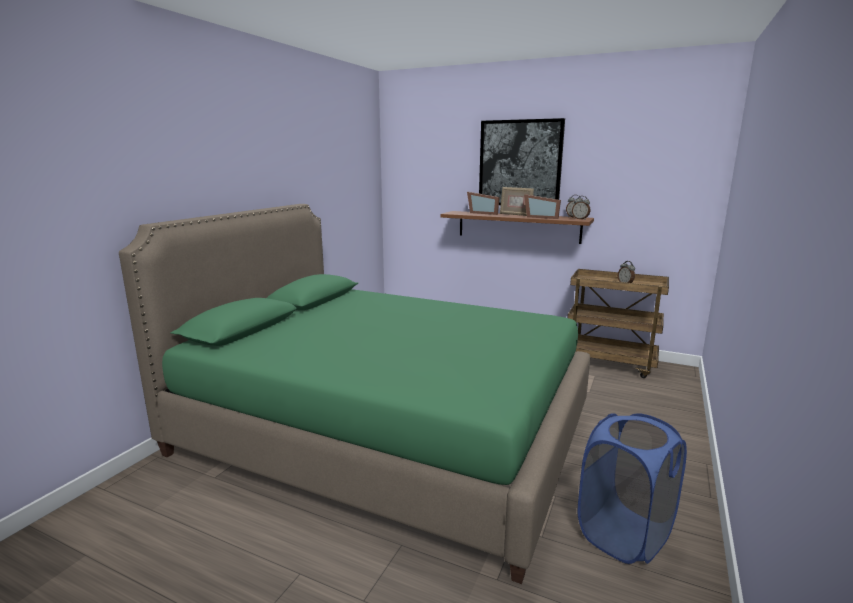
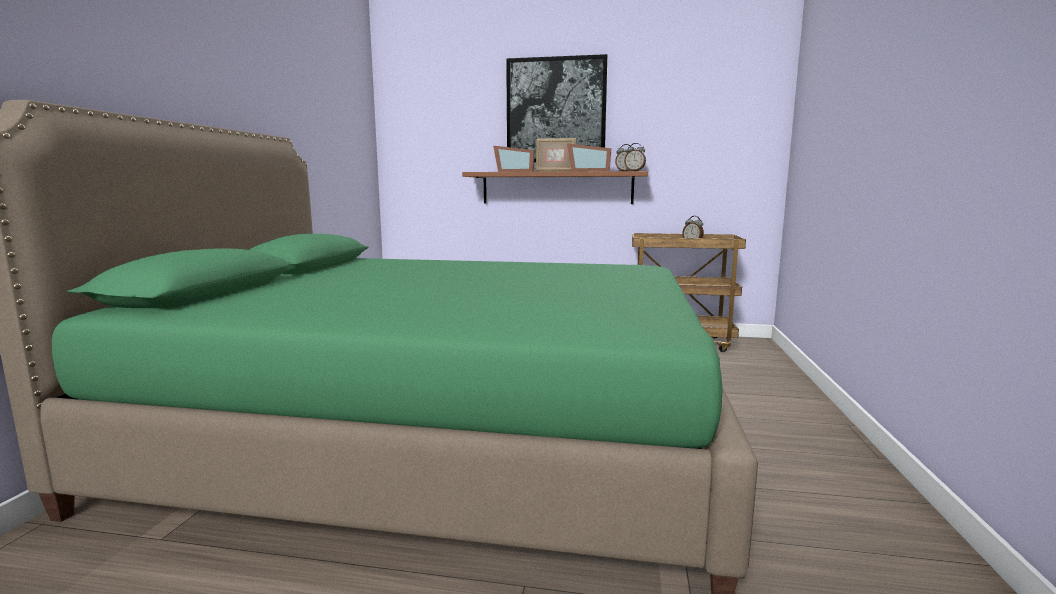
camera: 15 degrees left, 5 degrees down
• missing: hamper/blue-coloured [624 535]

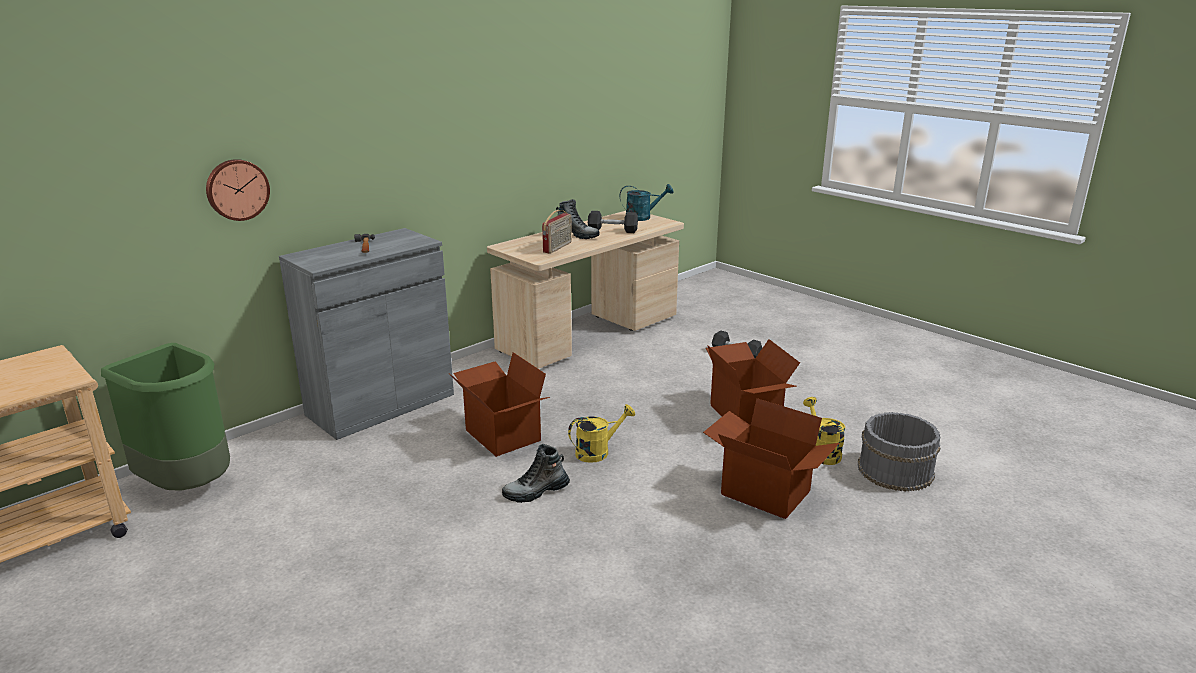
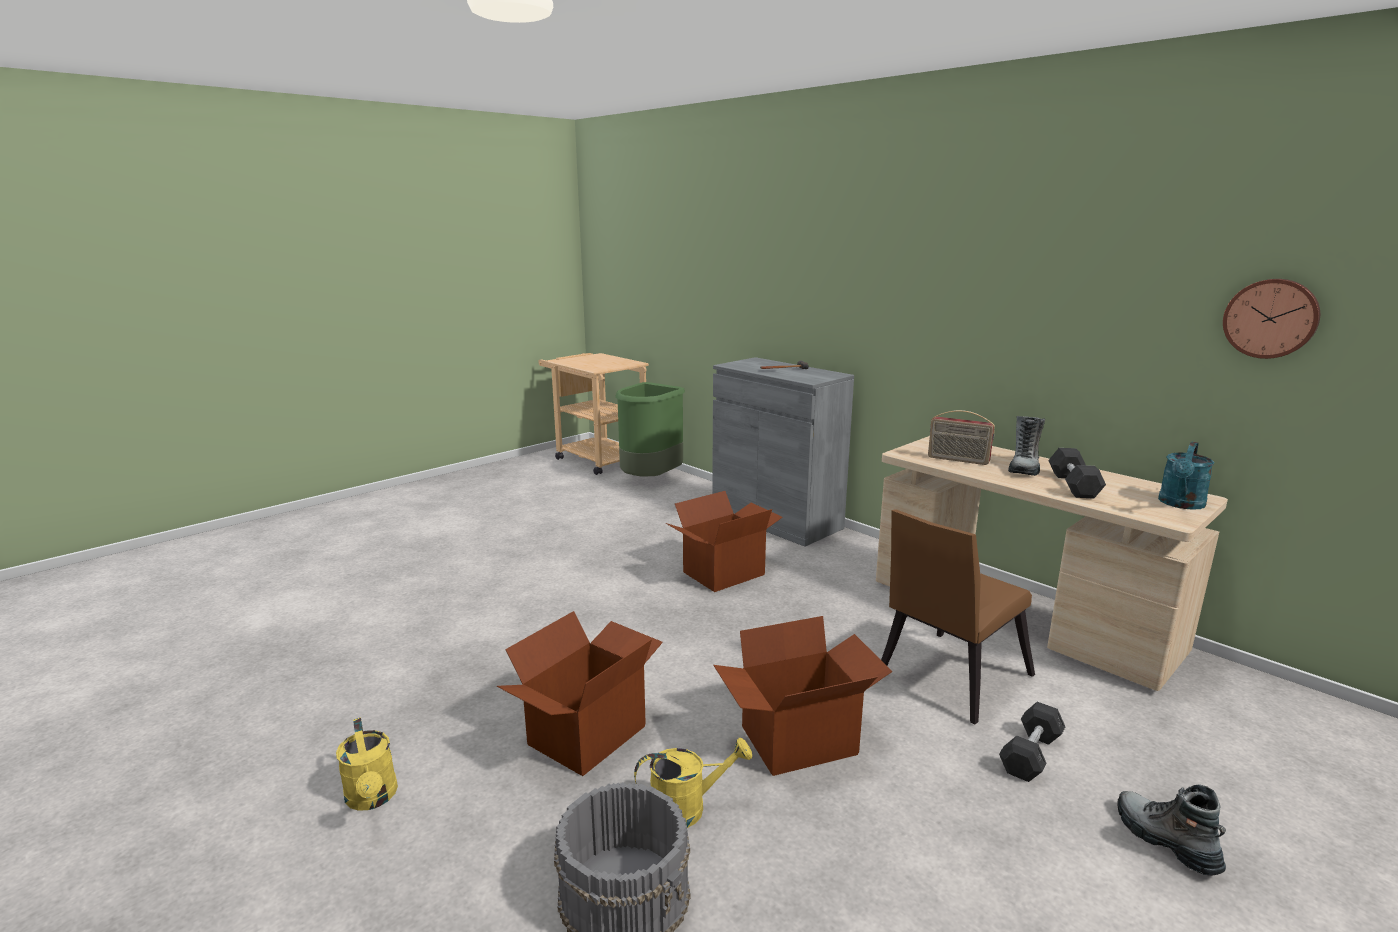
camera: 90 degrees right, 5 degrees down
• relocated: clock on the wall [237 189] to [1271 318]
• spun: sprinkling can/turquoise [643 217] = [1180 504] 45 degrees clockwise
• relocated: sprinkling can/yellow-coloured [598 452] to [372 798]
• relocated: high-top boot [536 492] to [1165 841]
• appeared: plain chair/brownish [947 679]

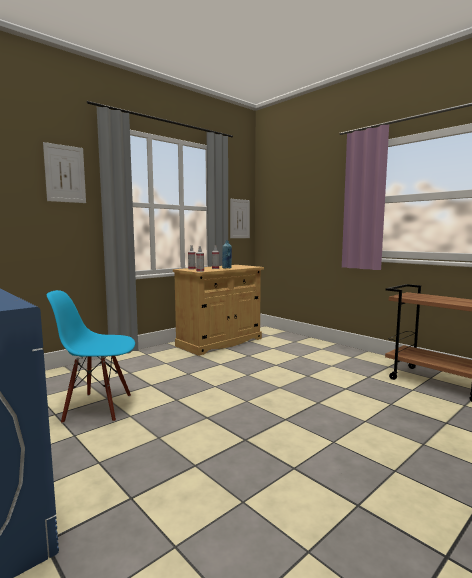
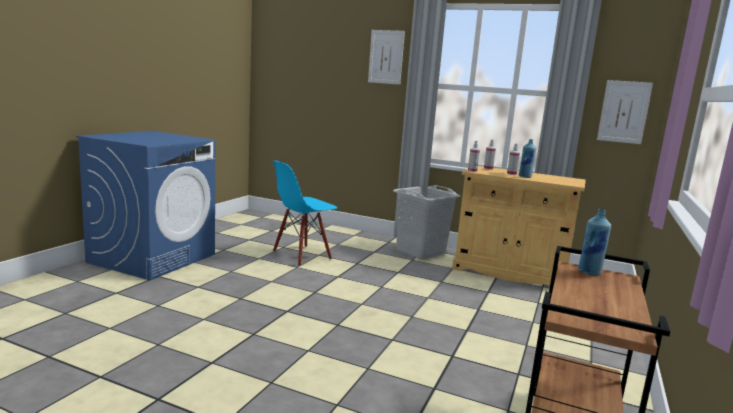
camera: 65 degrees right, 5 degrees up
• spun: plain chair/blue-coloured [98 407] = [301 255] 105 degrees counterclockwise
• appeared: hamper/greyish [421 252]
• appeared: beverage bottle/blue-coloured [589 272]

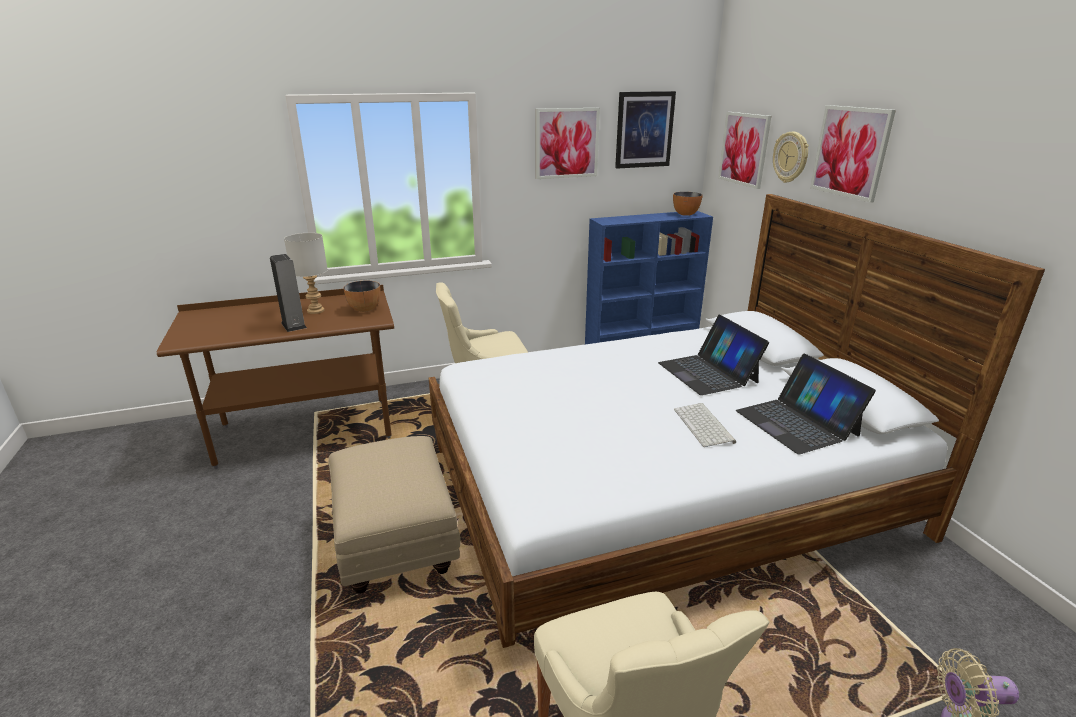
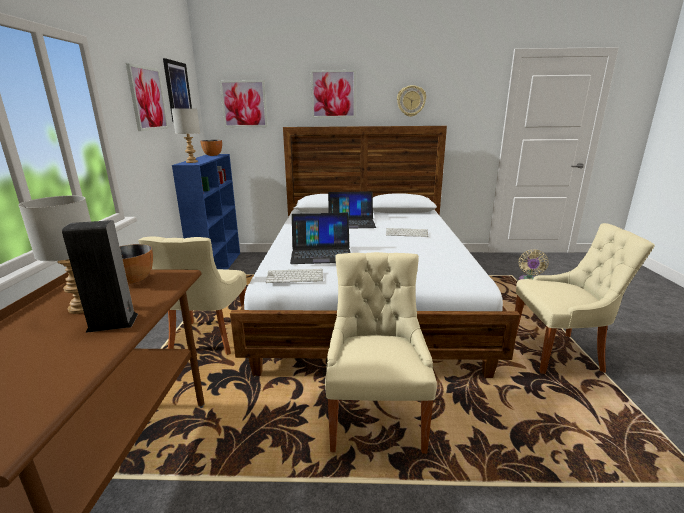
camera: 70 degrees left, 5 degrees down
• relocated: clock on the wall [791 157] to [411 101]
• relocated: laptop [797 423] to [321 253]
• exchanged: footrest/beige [396 544] to plain chair/beige [376 418]
• appeared: tabletop lamp/greyish [191 162]
• appeared: PC keyboard [295 276]

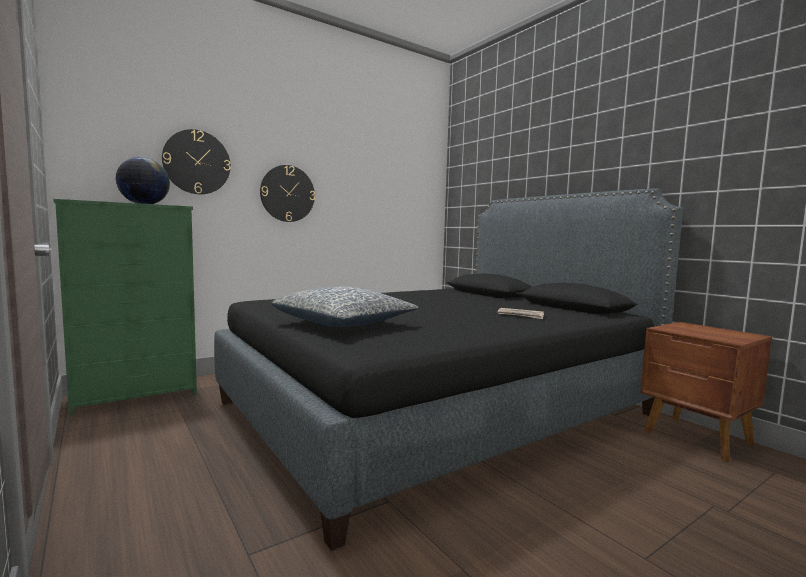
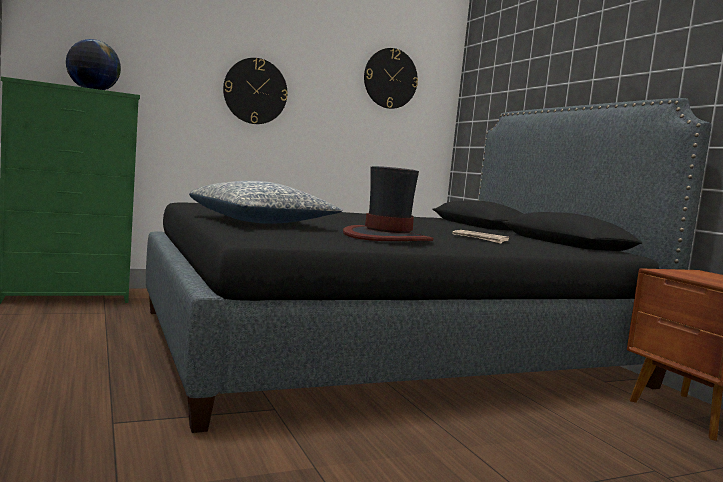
camera: 10 degrees right, 0 degrees up
• relocated: clock on the wall [197 162] to [390 78]
• appeared: hat [387 237]

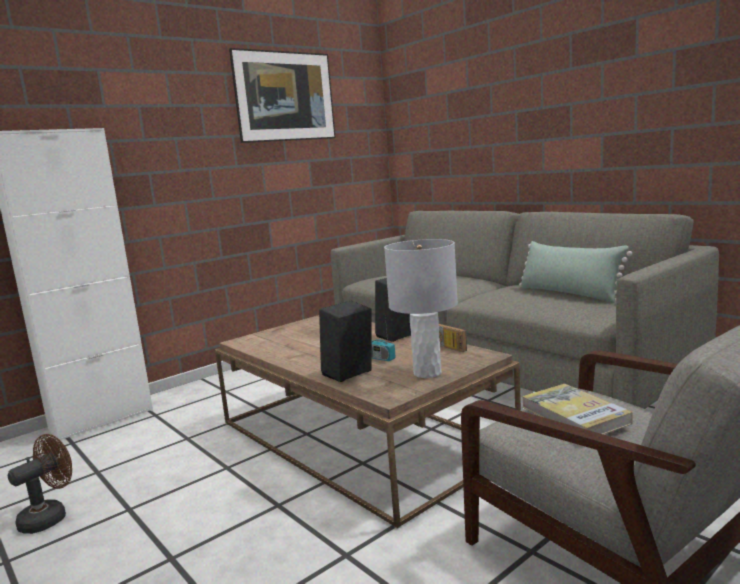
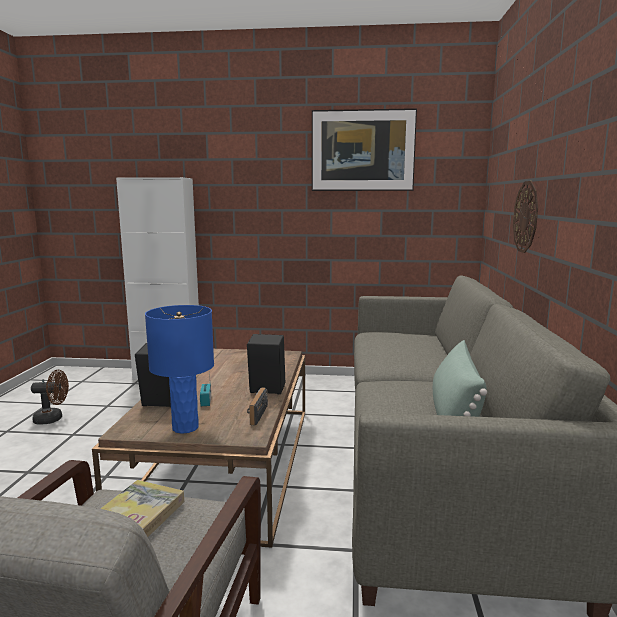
camera: 45 degrees right, 0 degrees up
• colour: tabletop lamp/greyish [427 373] to tabletop lamp/blue-coloured [185 428]
• appeared: clock on the wall [526 217]

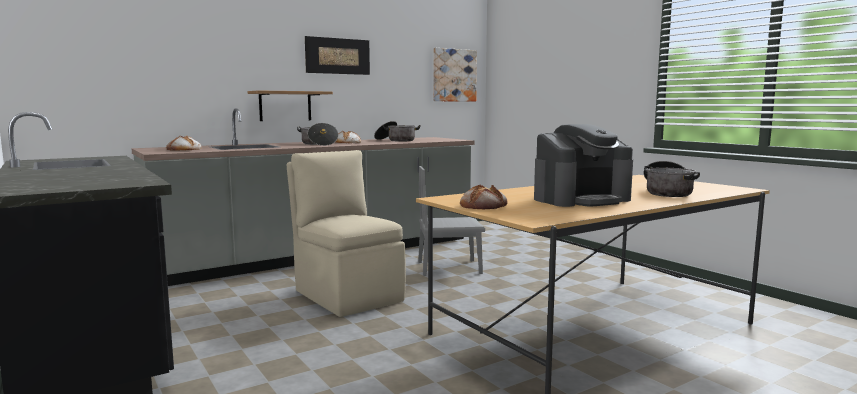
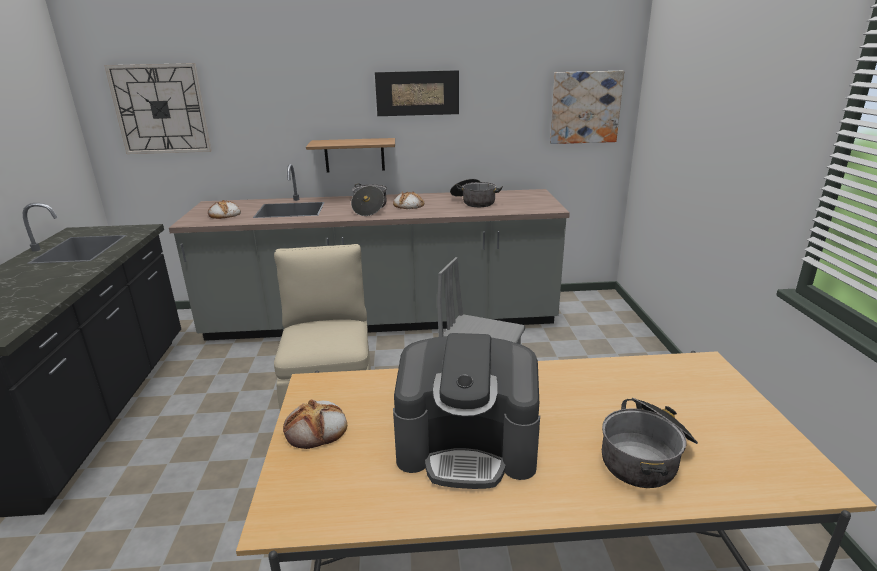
camera: 30 degrees right, 15 degrees up
• appeared: clock on the wall [160 109]

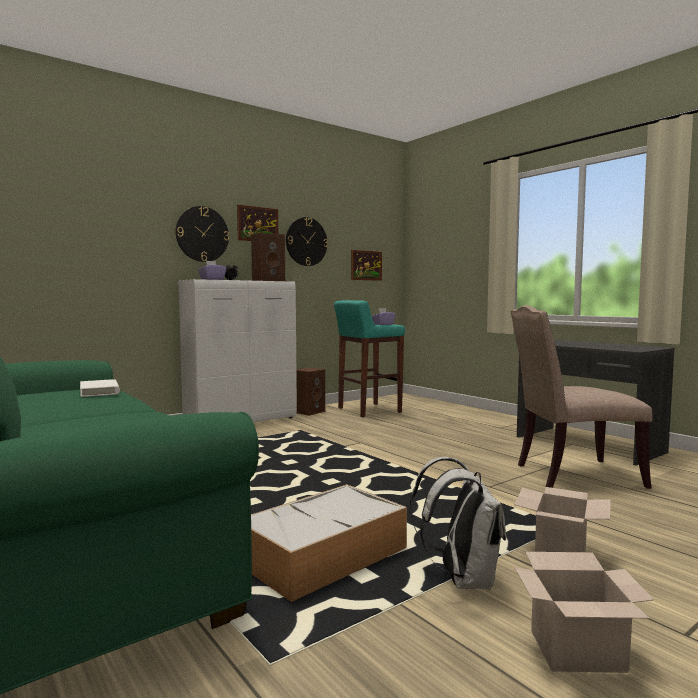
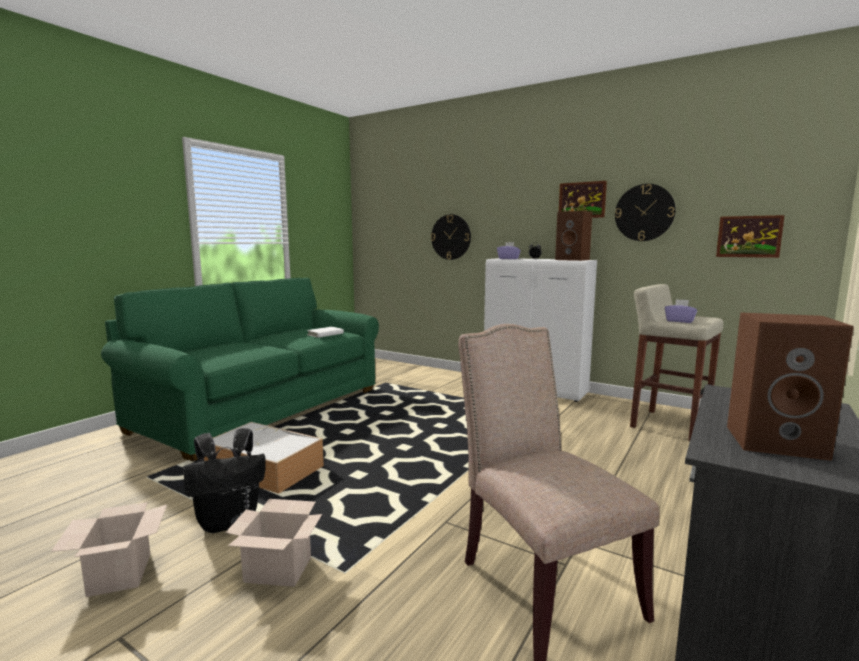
camera: 70 degrees right, 5 degrees up
• relocated: clock on the wall [202 234] to [451 237]
• colour: stool/turquoise [368 410] to stool/beige [668 425]
• relocated: speaker/brownish [309 411] to [777 442]
• colour: rucksack/whitish [462 579] to rucksack/black-coloured [230 521]

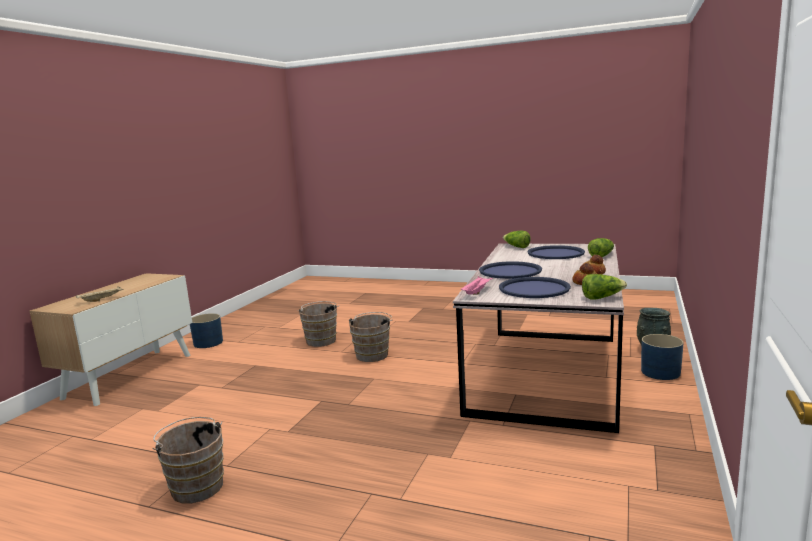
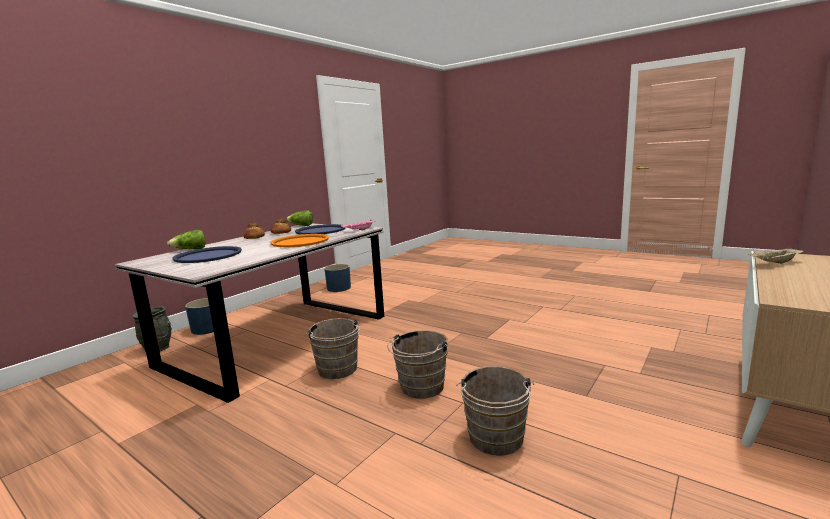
camera: 165 degrees left, 0 degrees up
• missing: lettuce [516 247]
• colour: serving tray/blue-coloured [510 271] to serving tray/orange-coloured [300 241]
• relocated: flower pot/blue-coloured [208 343] to [339 288]
• relocated: bucket/brownish [196 485] to [338 371]

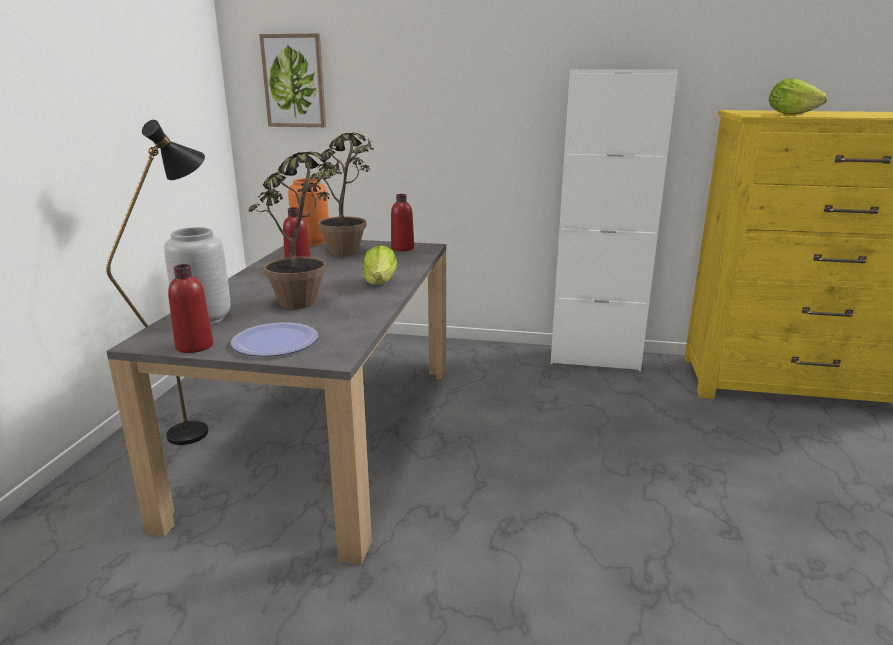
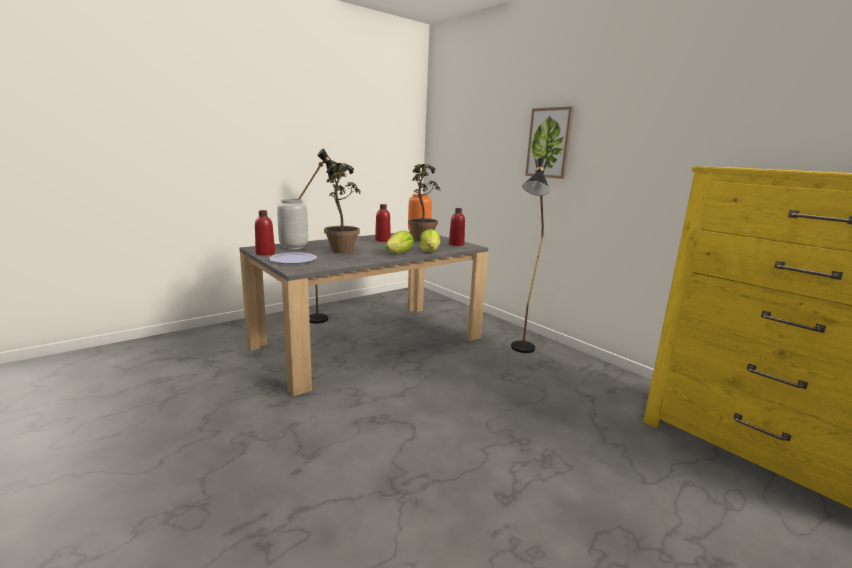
camera: 40 degrees right, 5 degrees down
• relocated: wall art [294 81] to [549 143]
• missing: cabinet/whitish [594 359]
• relocated: lettuce [791 114] to [430 251]
• appeared: floor lamp/black-coloured [521 351]

